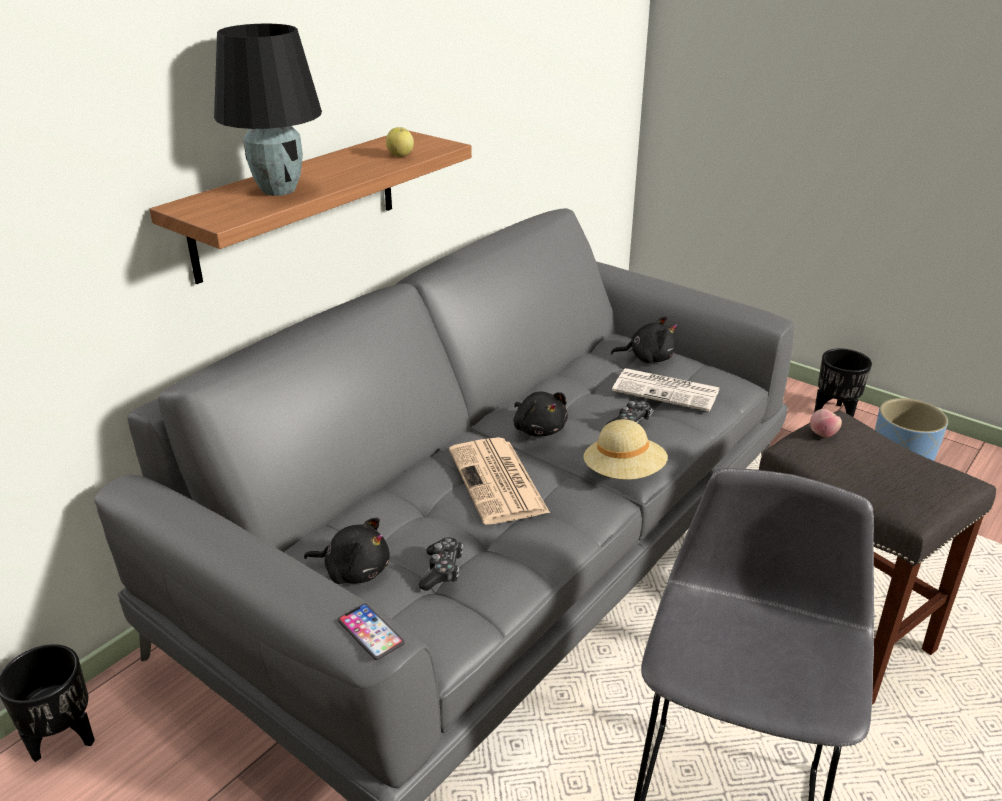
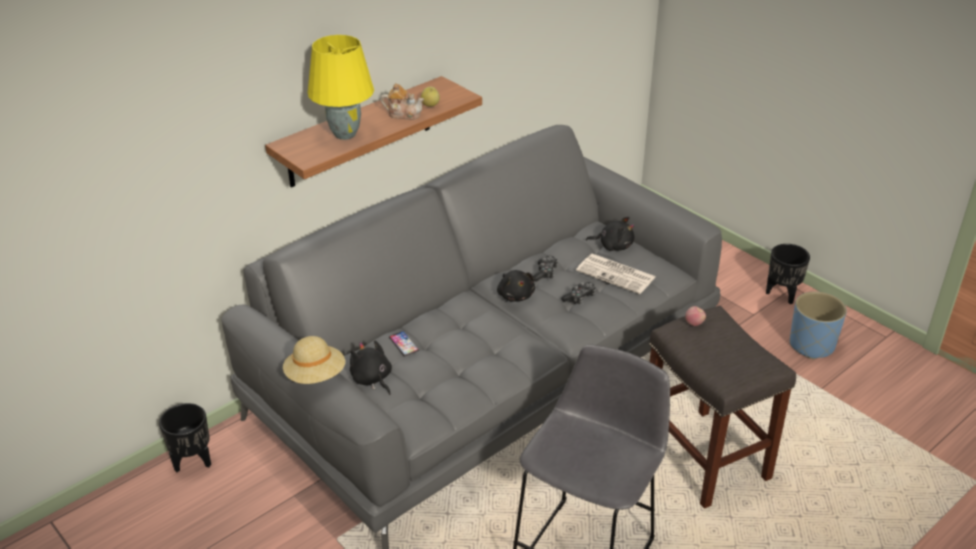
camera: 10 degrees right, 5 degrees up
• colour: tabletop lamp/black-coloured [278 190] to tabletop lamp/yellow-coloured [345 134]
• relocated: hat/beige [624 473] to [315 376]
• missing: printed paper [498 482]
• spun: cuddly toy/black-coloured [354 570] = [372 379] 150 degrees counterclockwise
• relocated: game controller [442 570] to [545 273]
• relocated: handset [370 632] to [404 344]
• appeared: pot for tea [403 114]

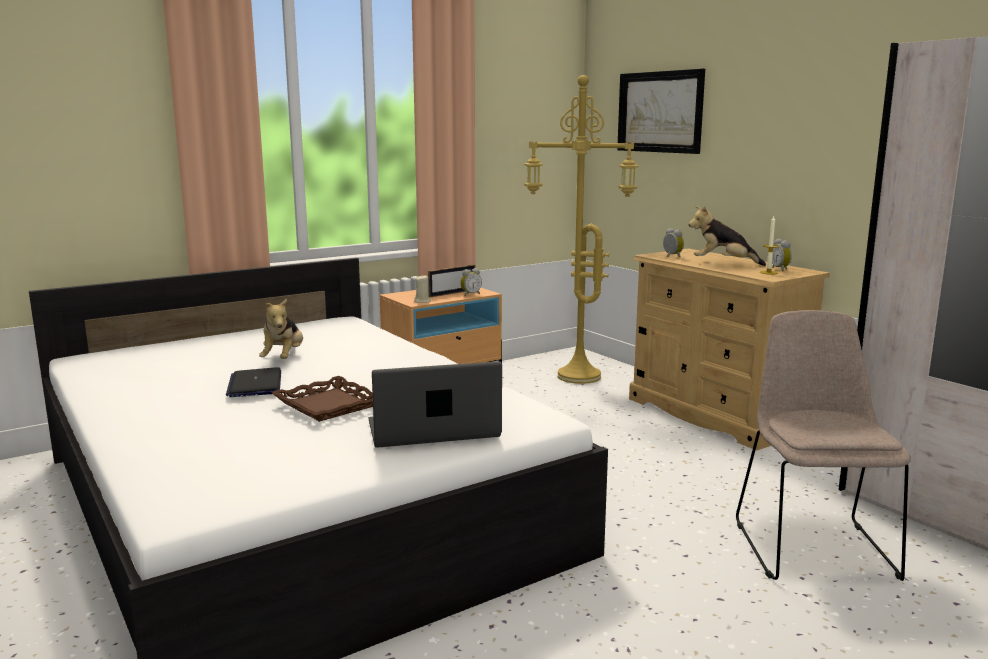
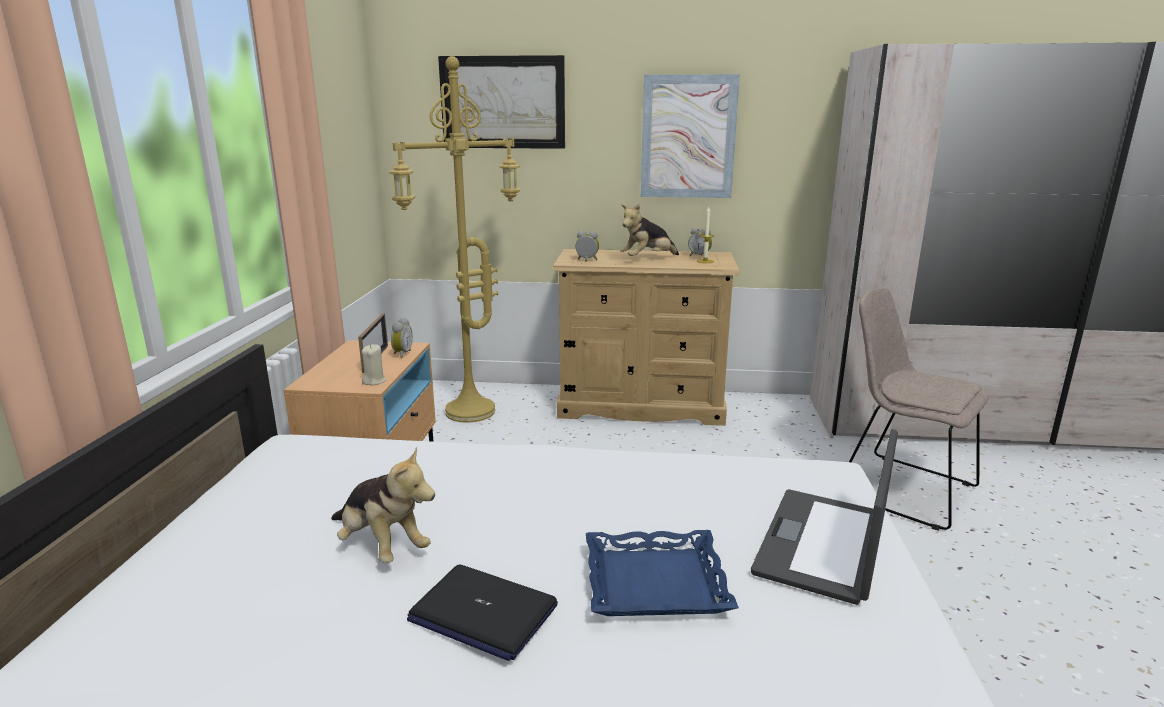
camera: 50 degrees left, 5 degrees up
• colour: serving tray/brownish [329 405] to serving tray/blue-coloured [655 581]
• appeared: wall art [688 137]

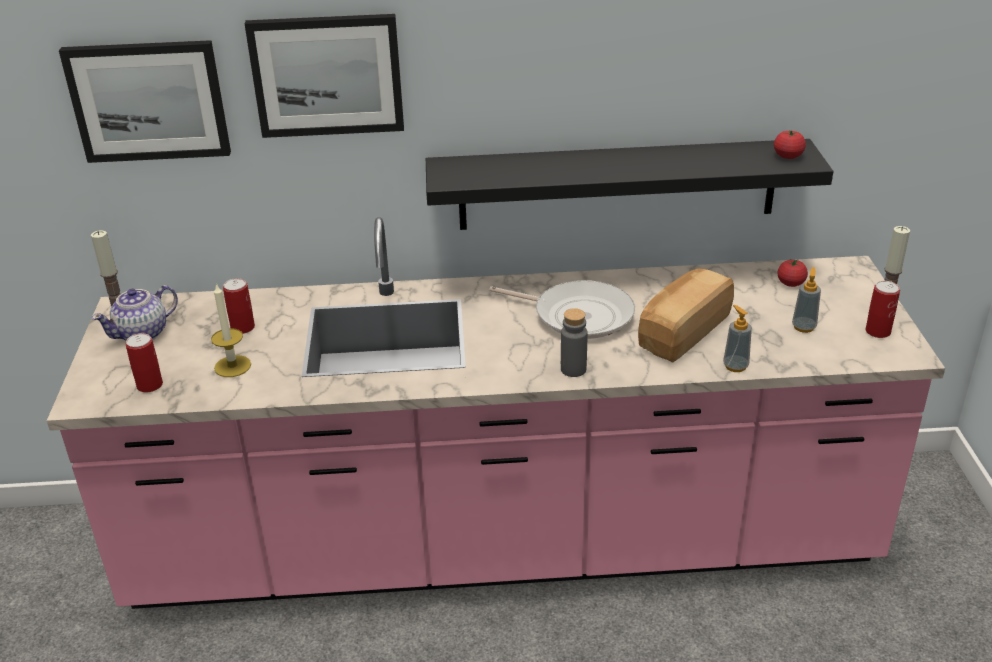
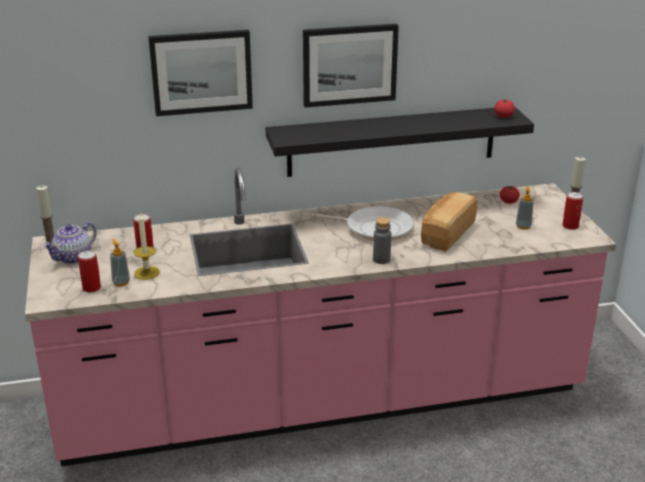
camera: 10 degrees left, 5 degrees down
• relocated: wall art [149 101] to [349 64]
• relocated: soap bottle [735 366] to [121 282]

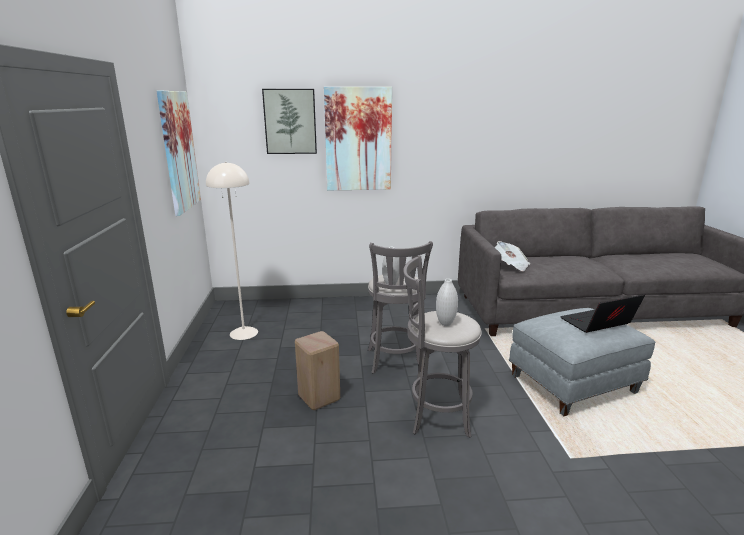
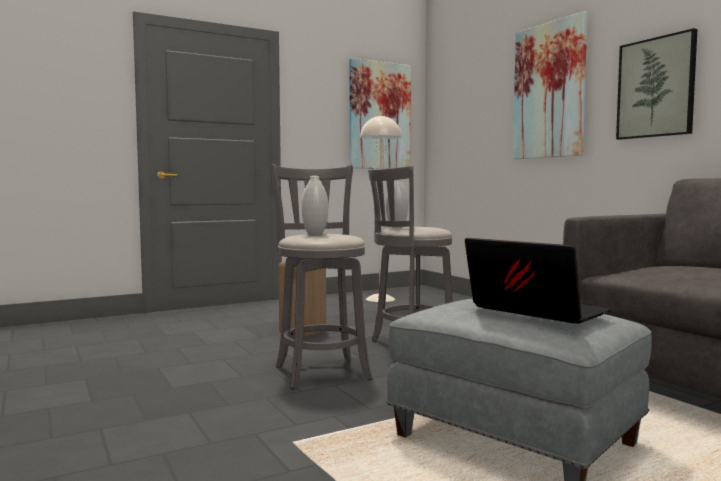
camera: 65 degrees right, 15 degrees down
• relocated: wall art [290 121] to [656 88]
• missing: printed paper [511 265]

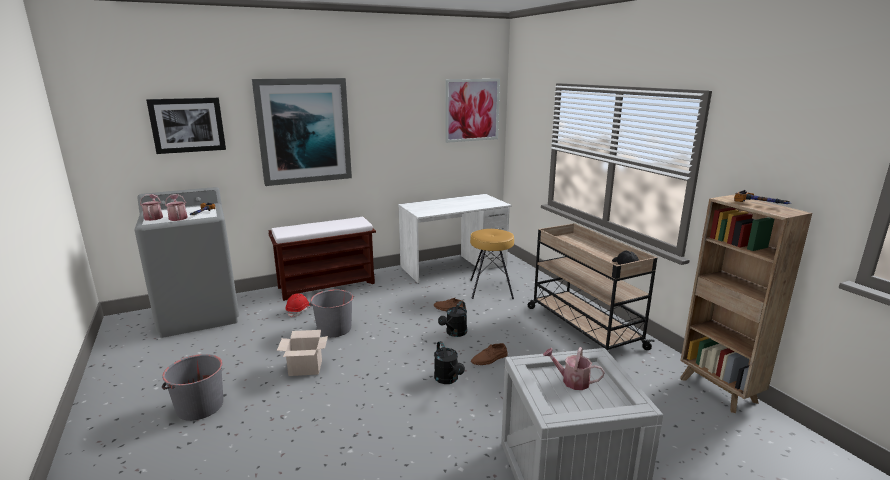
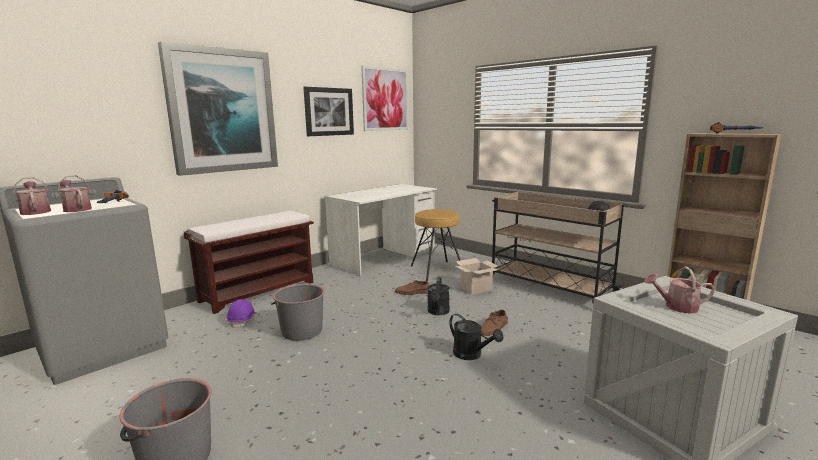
camera: 20 degrees left, 5 degrees down
• relocated: wall art [187 125] to [329 111]
• colour: safety helmet/red [299 311] to safety helmet/purple [242 321]
• relocated: packing box [304 368] to [475 289]

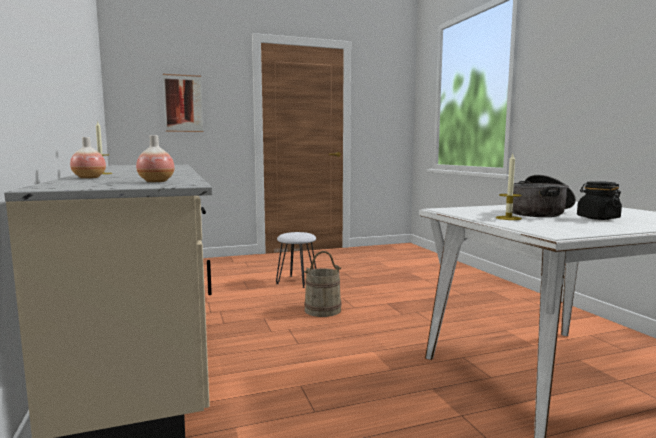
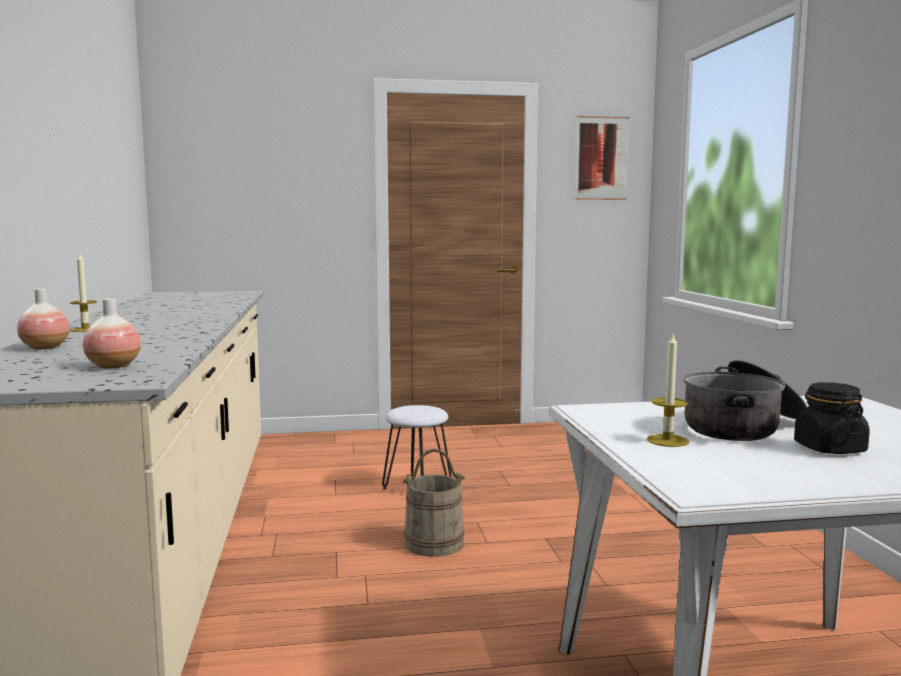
camera: 10 degrees right, 0 degrees up
• relocated: wall art [183 103] to [601 158]

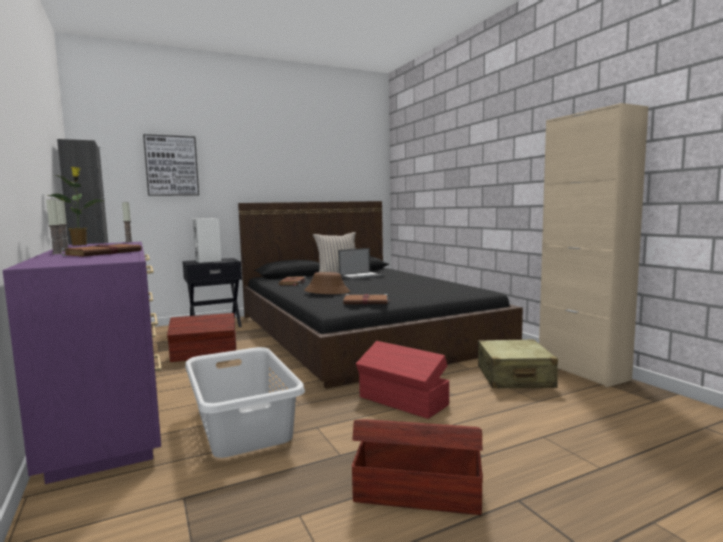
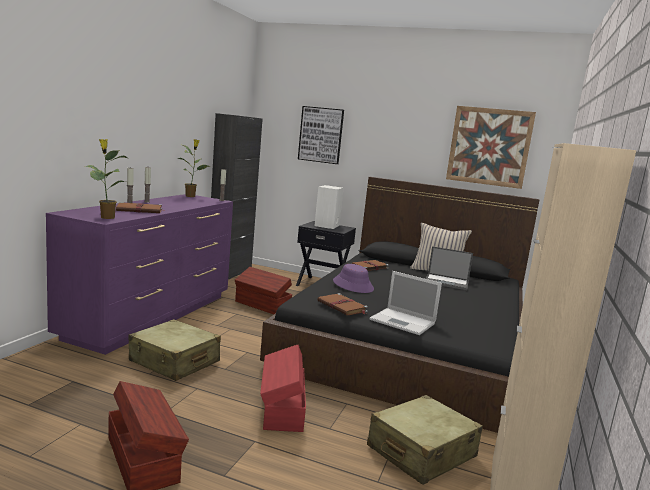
camera: 45 degrees right, 5 degrees up
• colour: hat/brownish [327 291] to hat/purple [353 285]
• exchanged: hamper/greyish [244 424] to travel case/beige [174 362]
• appeared: wall art [489 147]
• appeared: plant in a pot [106 217]
• appeared: laptop [404 322]

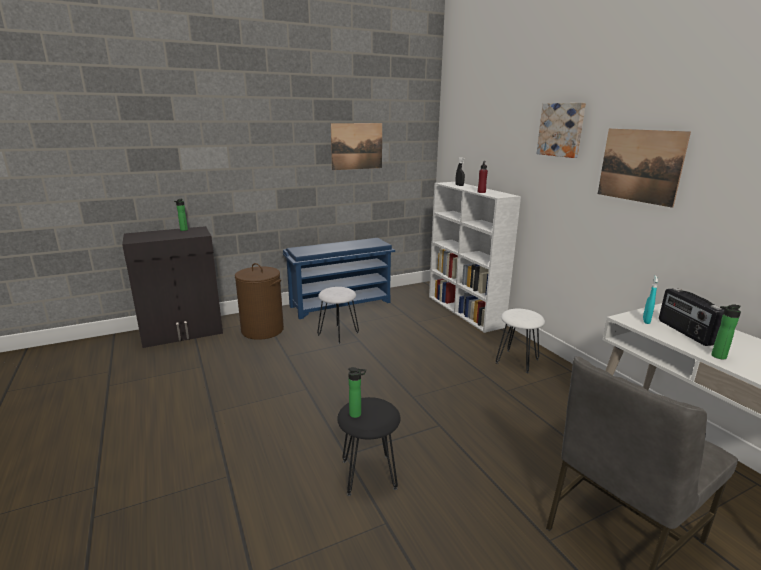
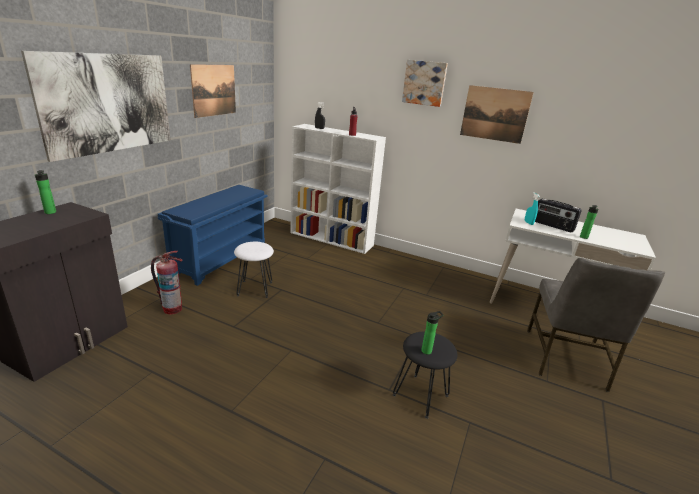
camera: 40 degrees left, 5 degrees up
• exchanged: hamper/brownish [263 330] to extinguisher [172 309]
• missing: stool/whitish [517 361]
• appeared: wall art [108 103]

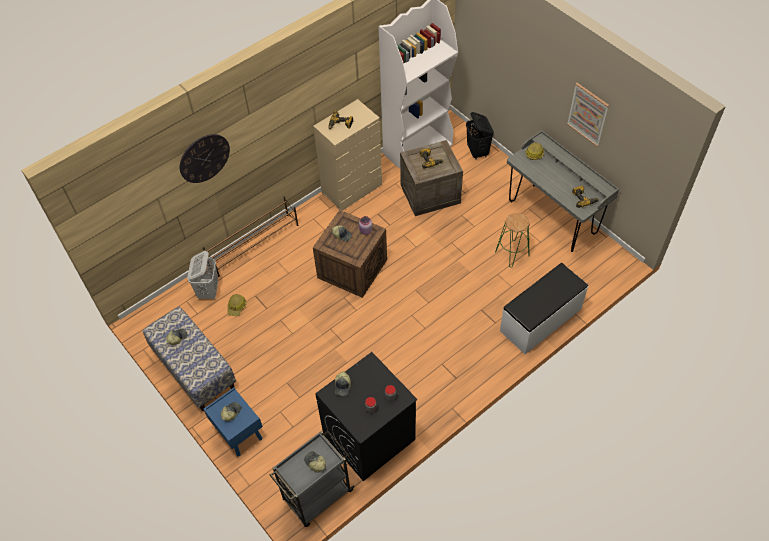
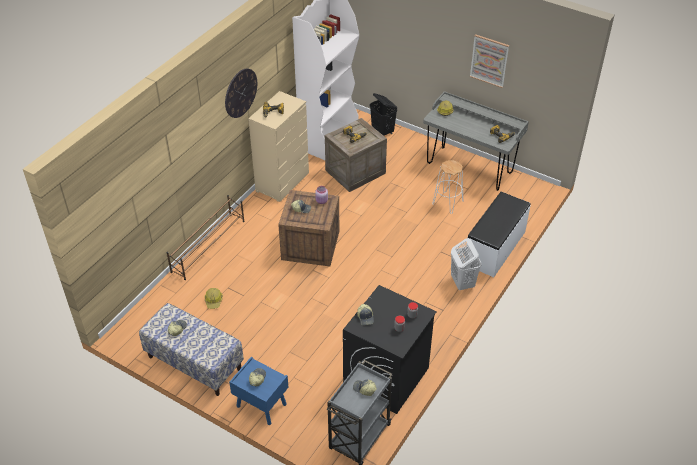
camera: 20 degrees left, 10 degrees down
• relocated: clock on the wall [204 158] to [240 93]
• colour: stool/greenish [512 253] to stool/whitish [447 202]
• relocated: hamper/whitish [208 291] to [462 282]

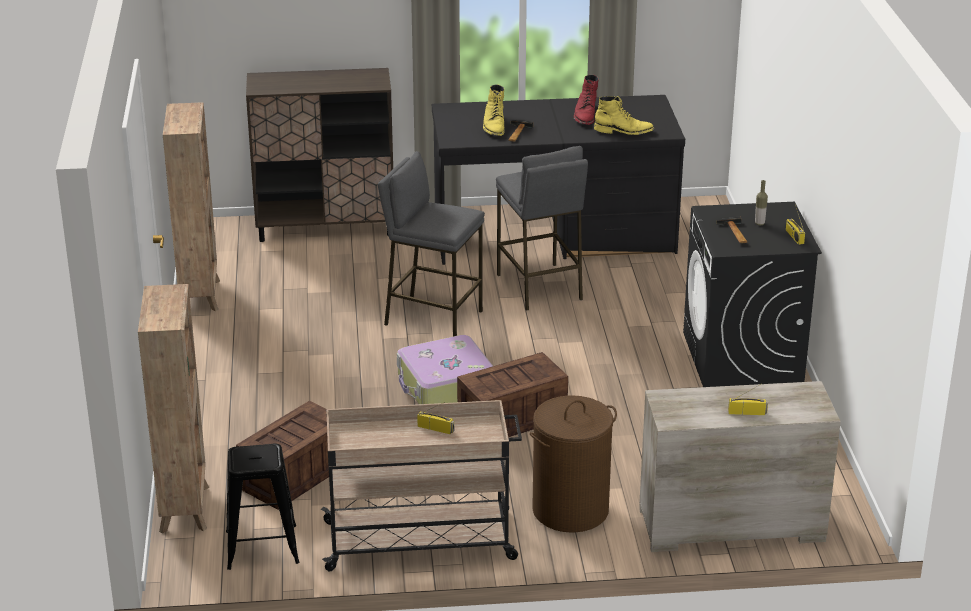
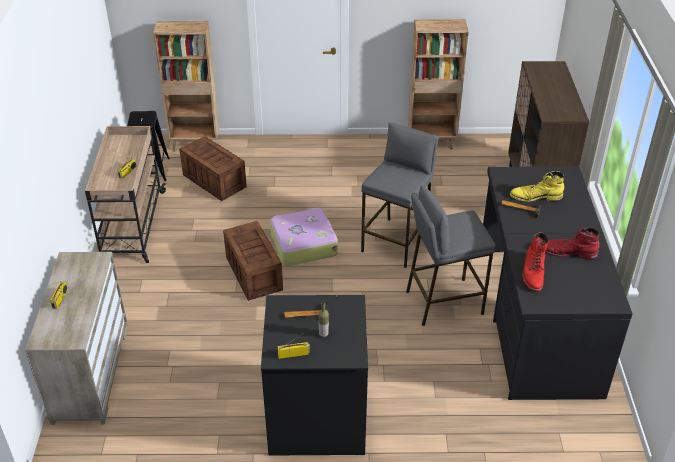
camera: 95 degrees right, 10 degrees up
• colour: high-top boot/yellow-coloured [624 131] to high-top boot/red [533 273]
• missing: hamper/brownish [570 510]

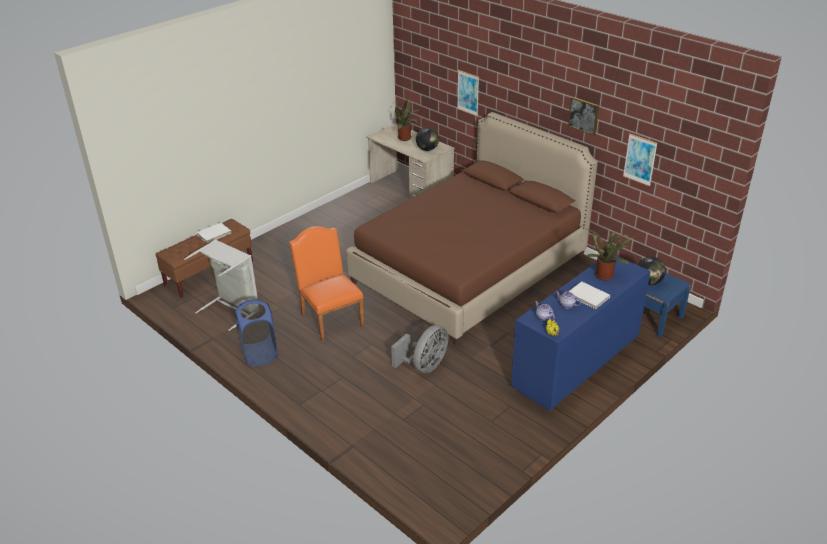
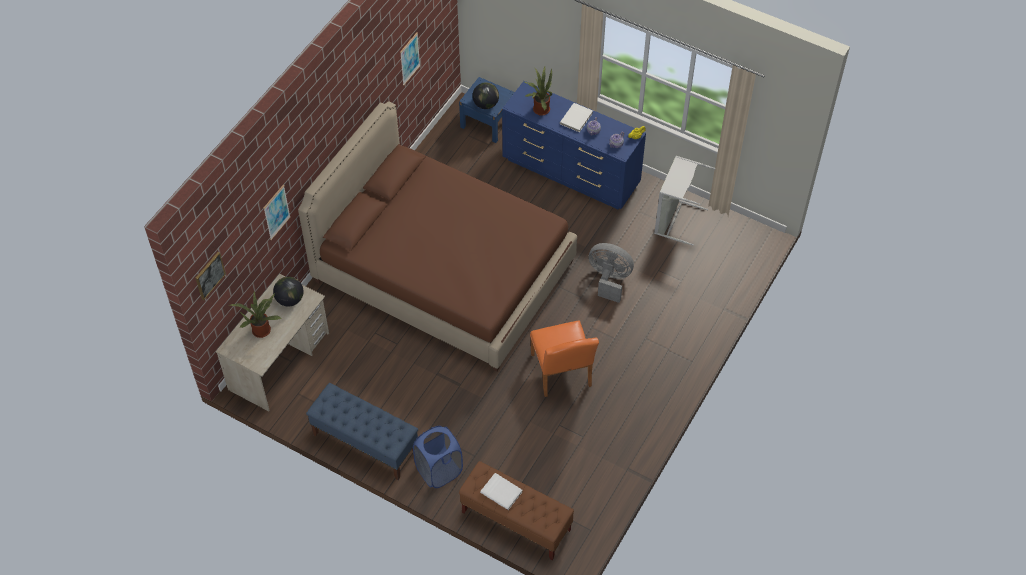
camera: 105 degrees left, 20 degrees up
• relocated: wall art [583 115] to [209 275]
• spun: plain chair/orange-coloured [330 317] = [562 374] 60 degrees counterclockwise
• relocated: hamper/greyish [232 309] to [675 220]
• relocated: hamper/blue-coloured [259 354] to [439 471]
• appeared: indoor bench/blue-coloured [365 443]

